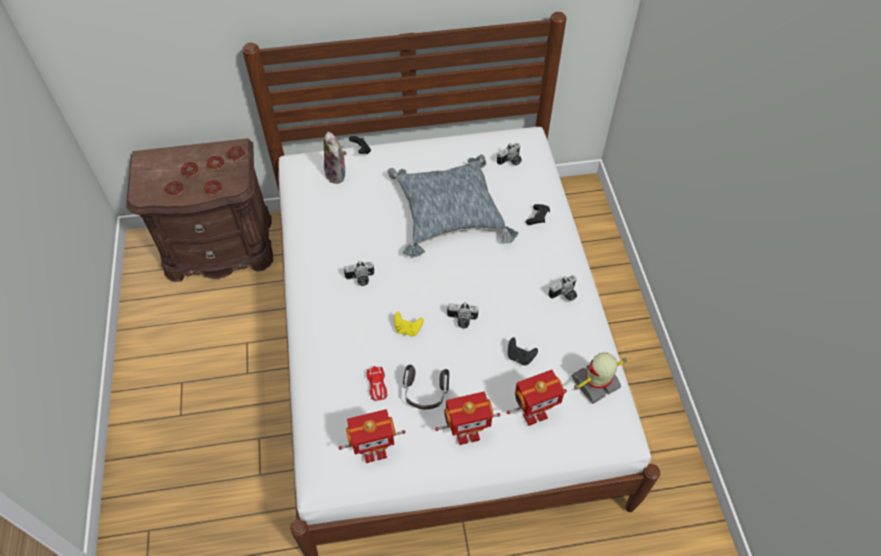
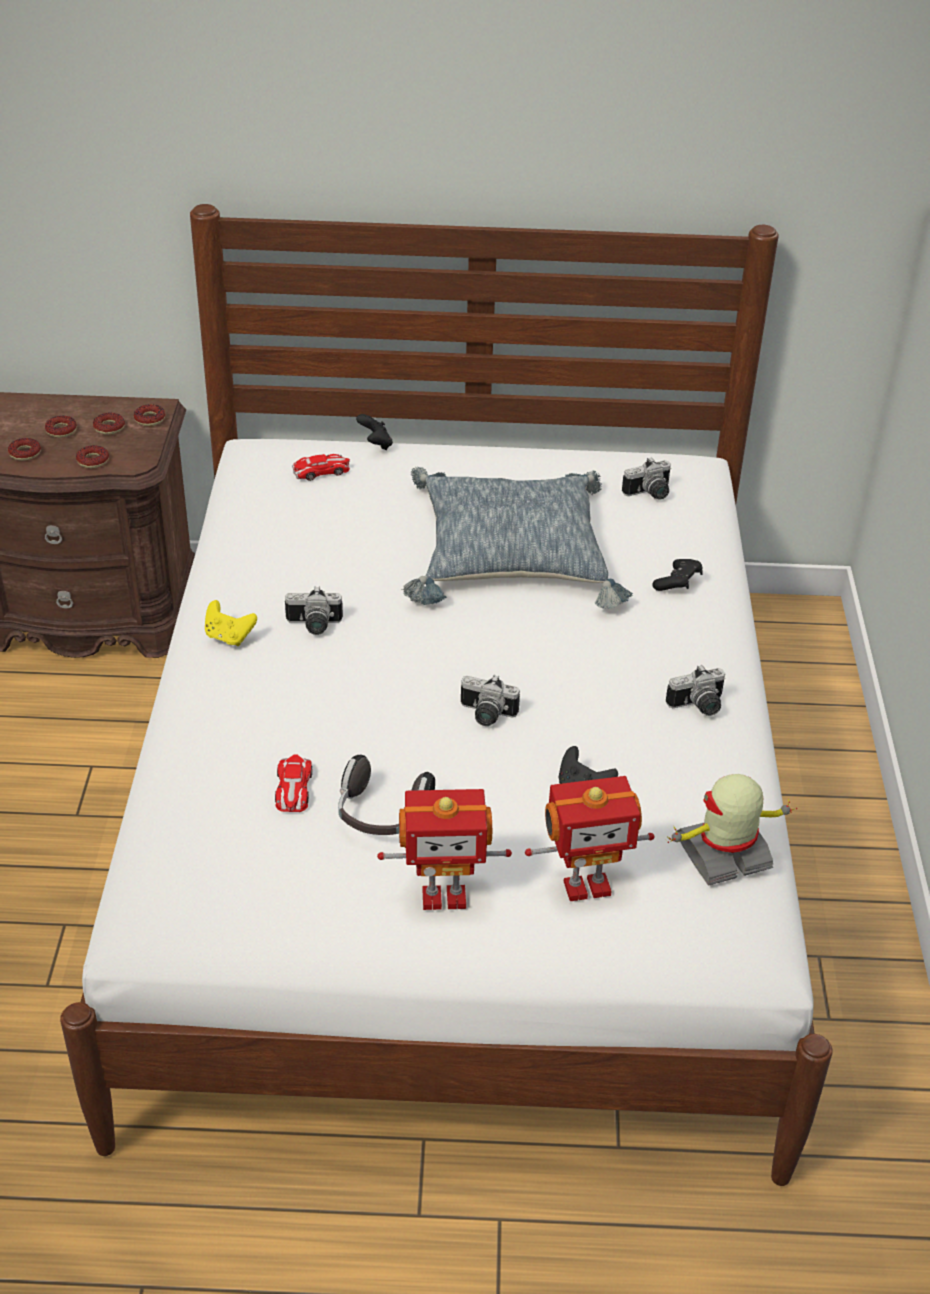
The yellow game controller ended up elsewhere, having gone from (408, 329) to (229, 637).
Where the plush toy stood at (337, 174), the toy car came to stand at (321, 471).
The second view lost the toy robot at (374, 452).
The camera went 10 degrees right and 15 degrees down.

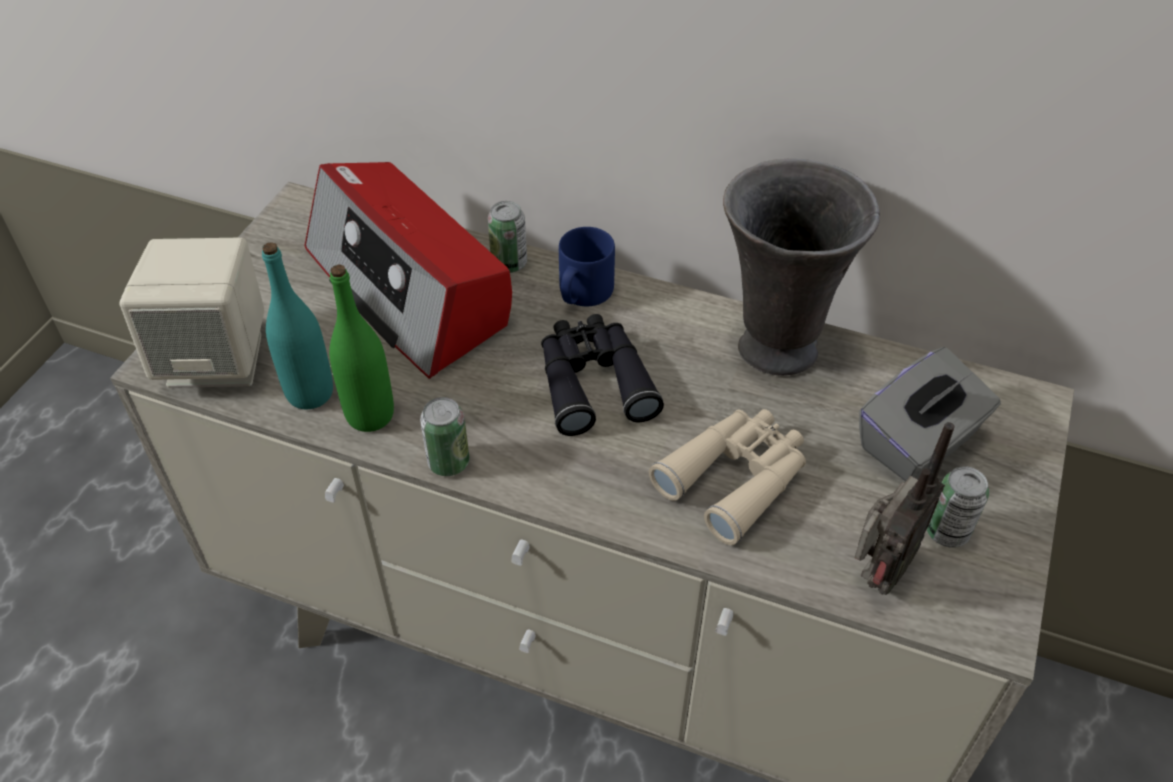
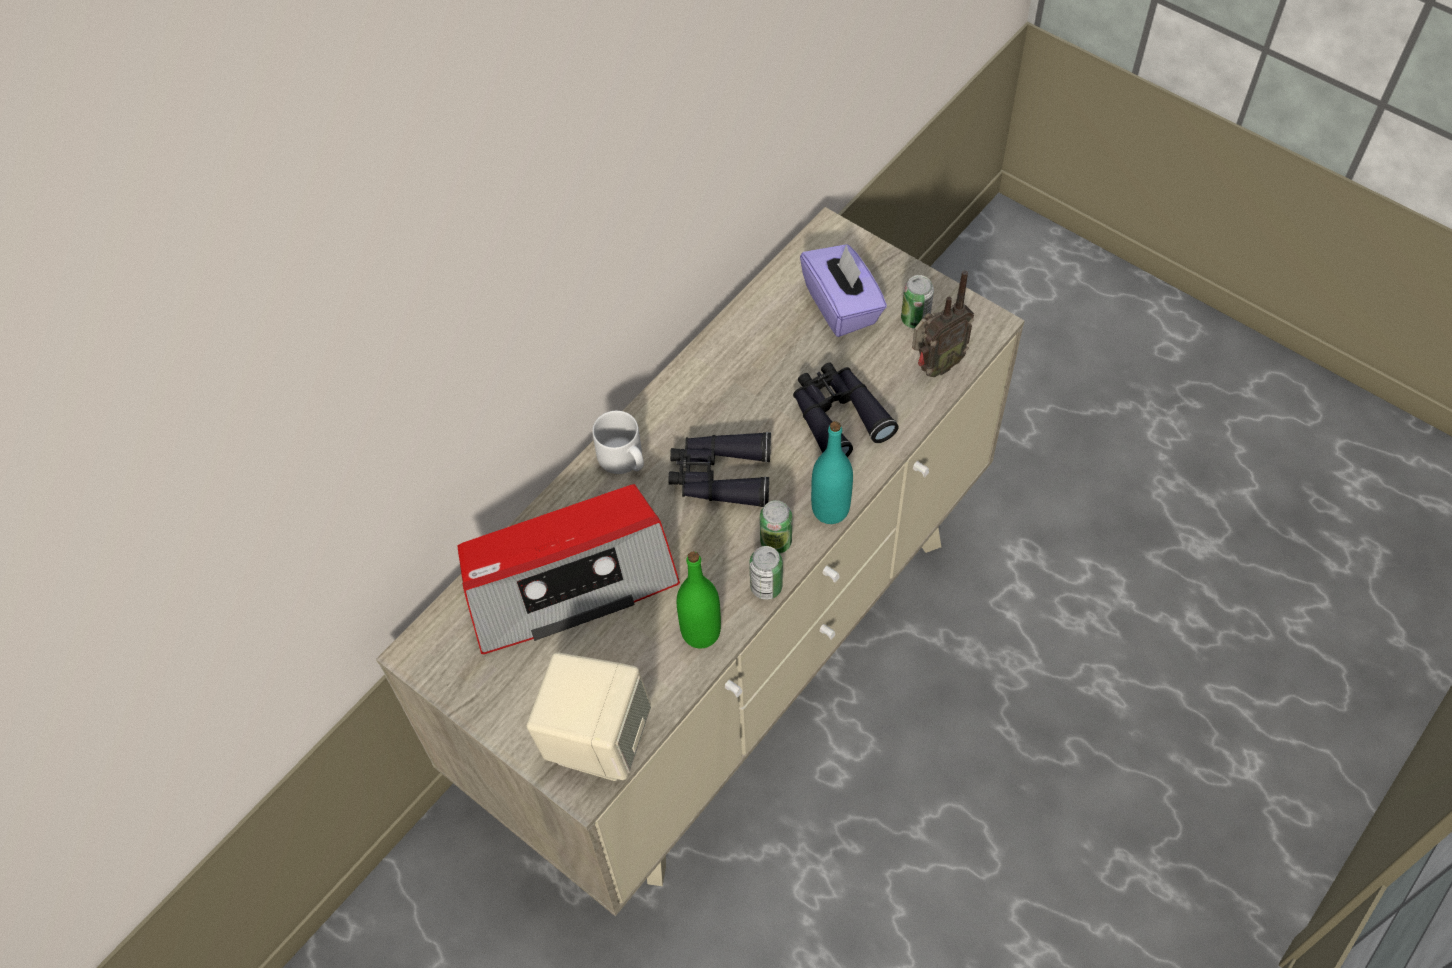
What was the blue mug at (582, 293) turned into the grey mug at (623, 460).
The can ended up elsewhere, having gone from (509, 263) to (776, 542).
What was the beige binoculars at (735, 478) turned into the black binoculars at (838, 416).
What was the grey tissue box at (919, 443) turned into the purple tissue box at (842, 306).
The turquoise bottle ended up elsewhere, having gone from (310, 393) to (830, 509).
The radio at (877, 574) ended up facing another way, 90 degrees clockwise from before.
The second view lost the grey vase at (774, 349).
The camera went 70 degrees left and 10 degrees up.

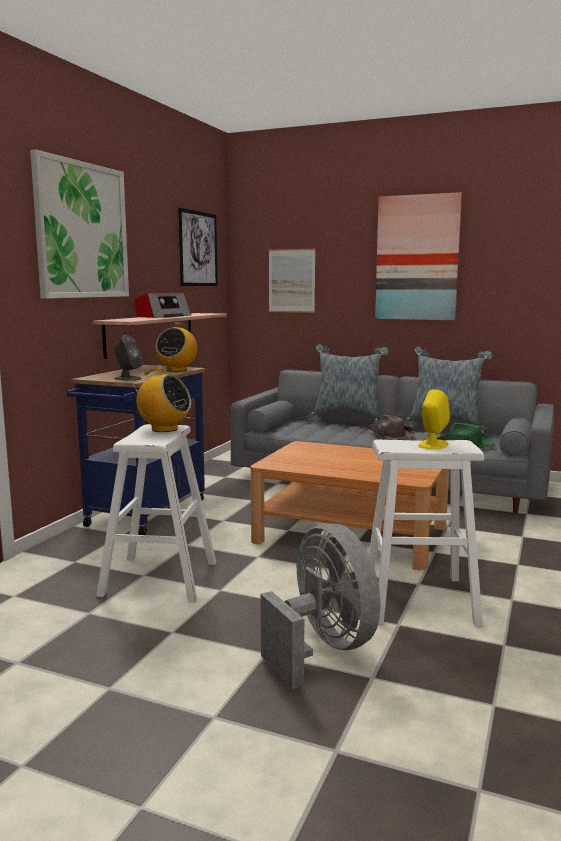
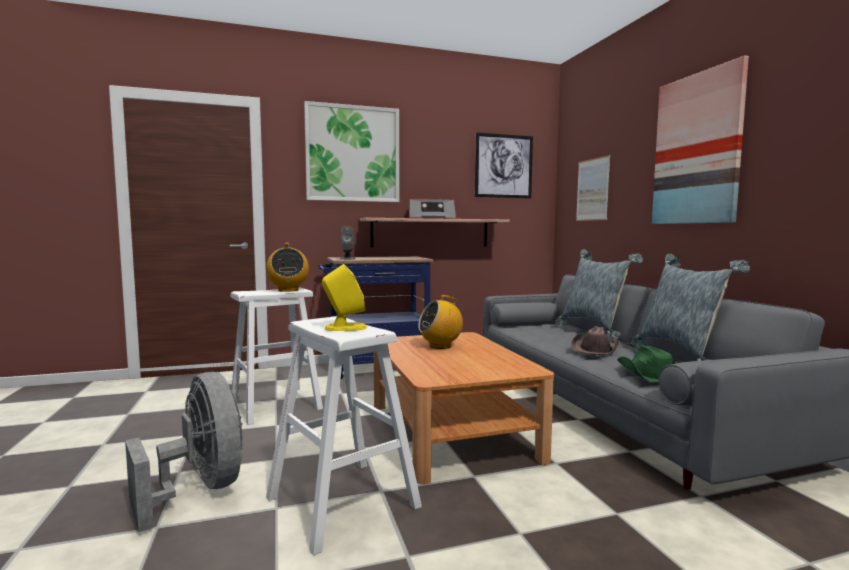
The grey fan at (323, 648) ended up facing another way, 60 degrees counterclockwise from before.
The radio ended up elsewhere, having gone from (177, 370) to (440, 346).
The camera went 50 degrees right and 5 degrees down.

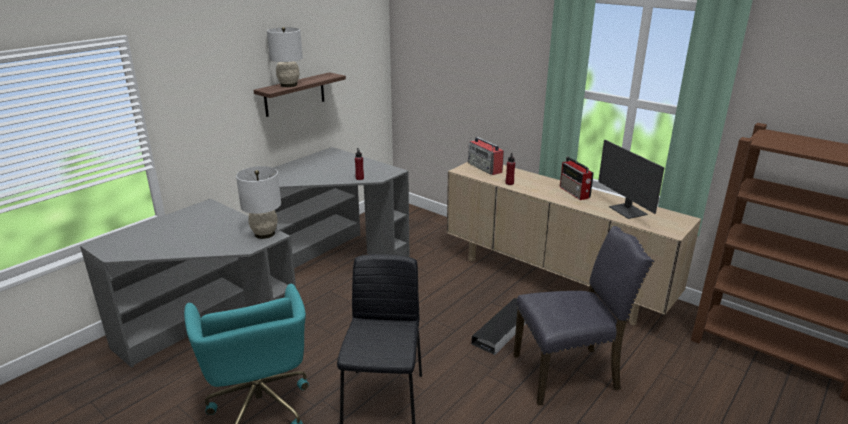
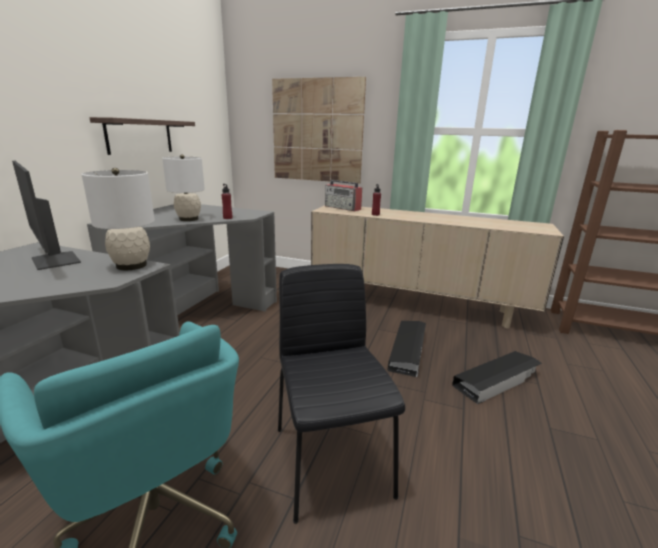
The monitor ended up elsewhere, having gone from (627, 211) to (54, 261).
The white table lamp ended up elsewhere, having gone from (288, 85) to (188, 219).
The second view gained the picture at (317, 131).
Where the grey chair stood at (569, 373), the black storage box came to stand at (497, 380).
The second view lost the radio at (575, 193).
The camera went 20 degrees left and 5 degrees down.

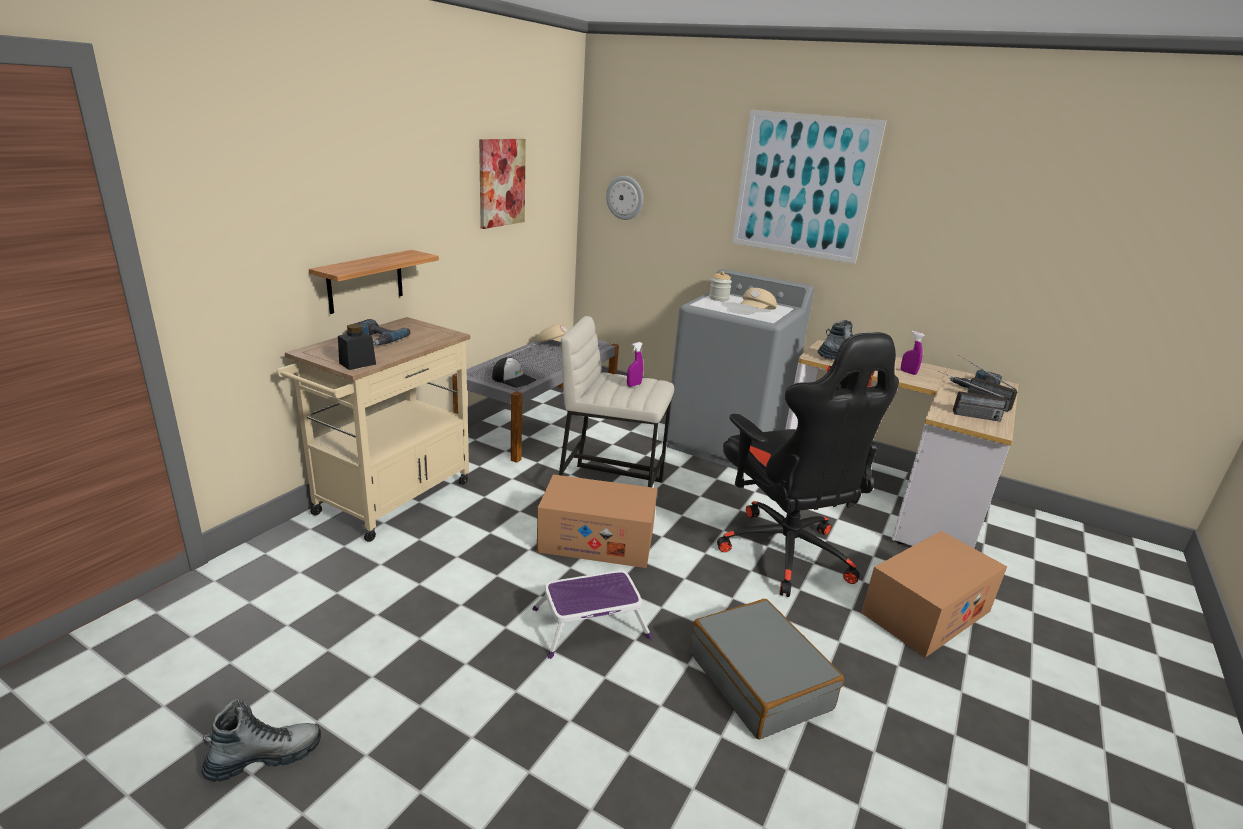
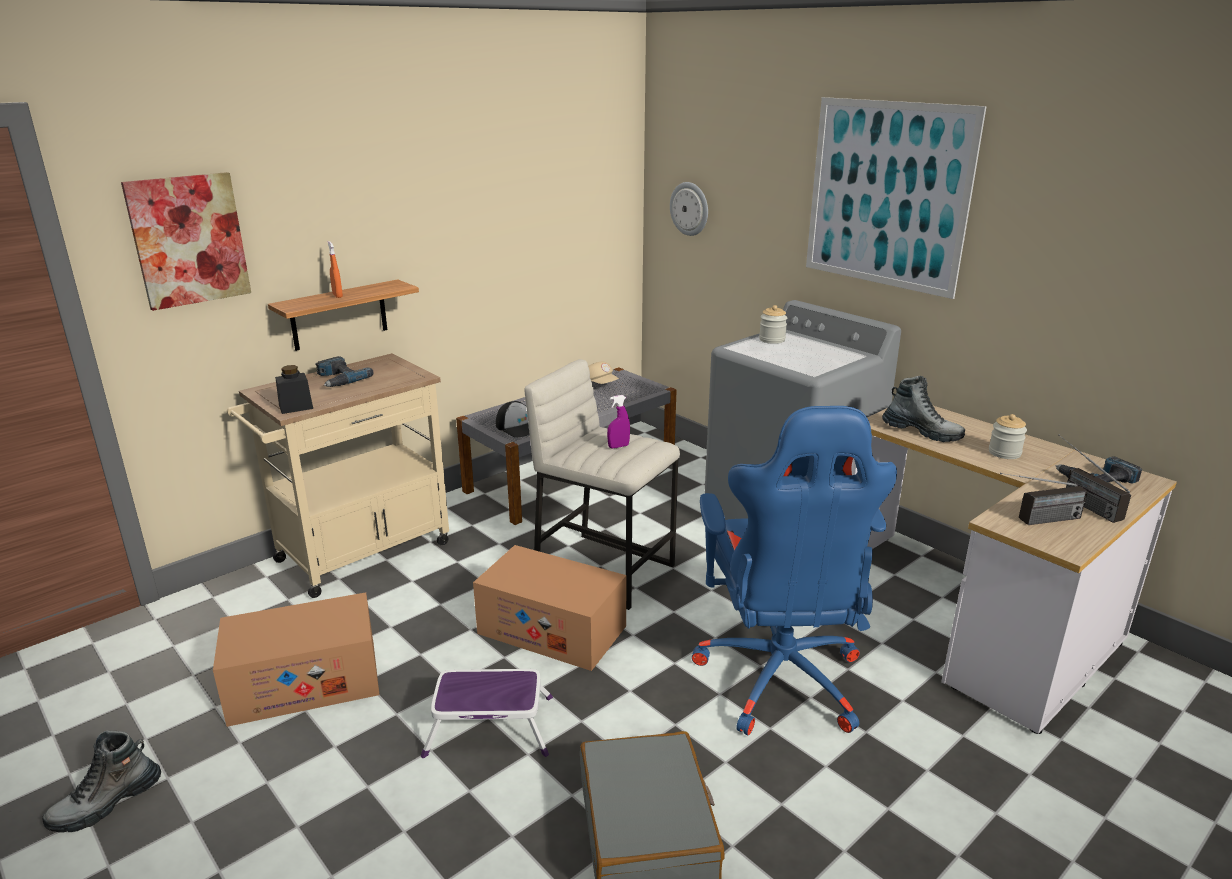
The boot at (265, 757) ended up facing another way, 150 degrees clockwise from before.
The picture ended up elsewhere, having gone from (501, 182) to (189, 240).
The cardboard box ended up elsewhere, having gone from (926, 612) to (304, 682).
The second view gained the orange spray bottle at (337, 295).
What was the black office chair at (779, 546) turned into the blue office chair at (777, 668).
Where the purple spray bottle stood at (908, 372), the jar came to stand at (1004, 453).
The radio at (963, 414) ended up facing another way, 45 degrees counterclockwise from before.
The second view lost the beige cap at (756, 312).
The camera went 20 degrees right and 0 degrees up.

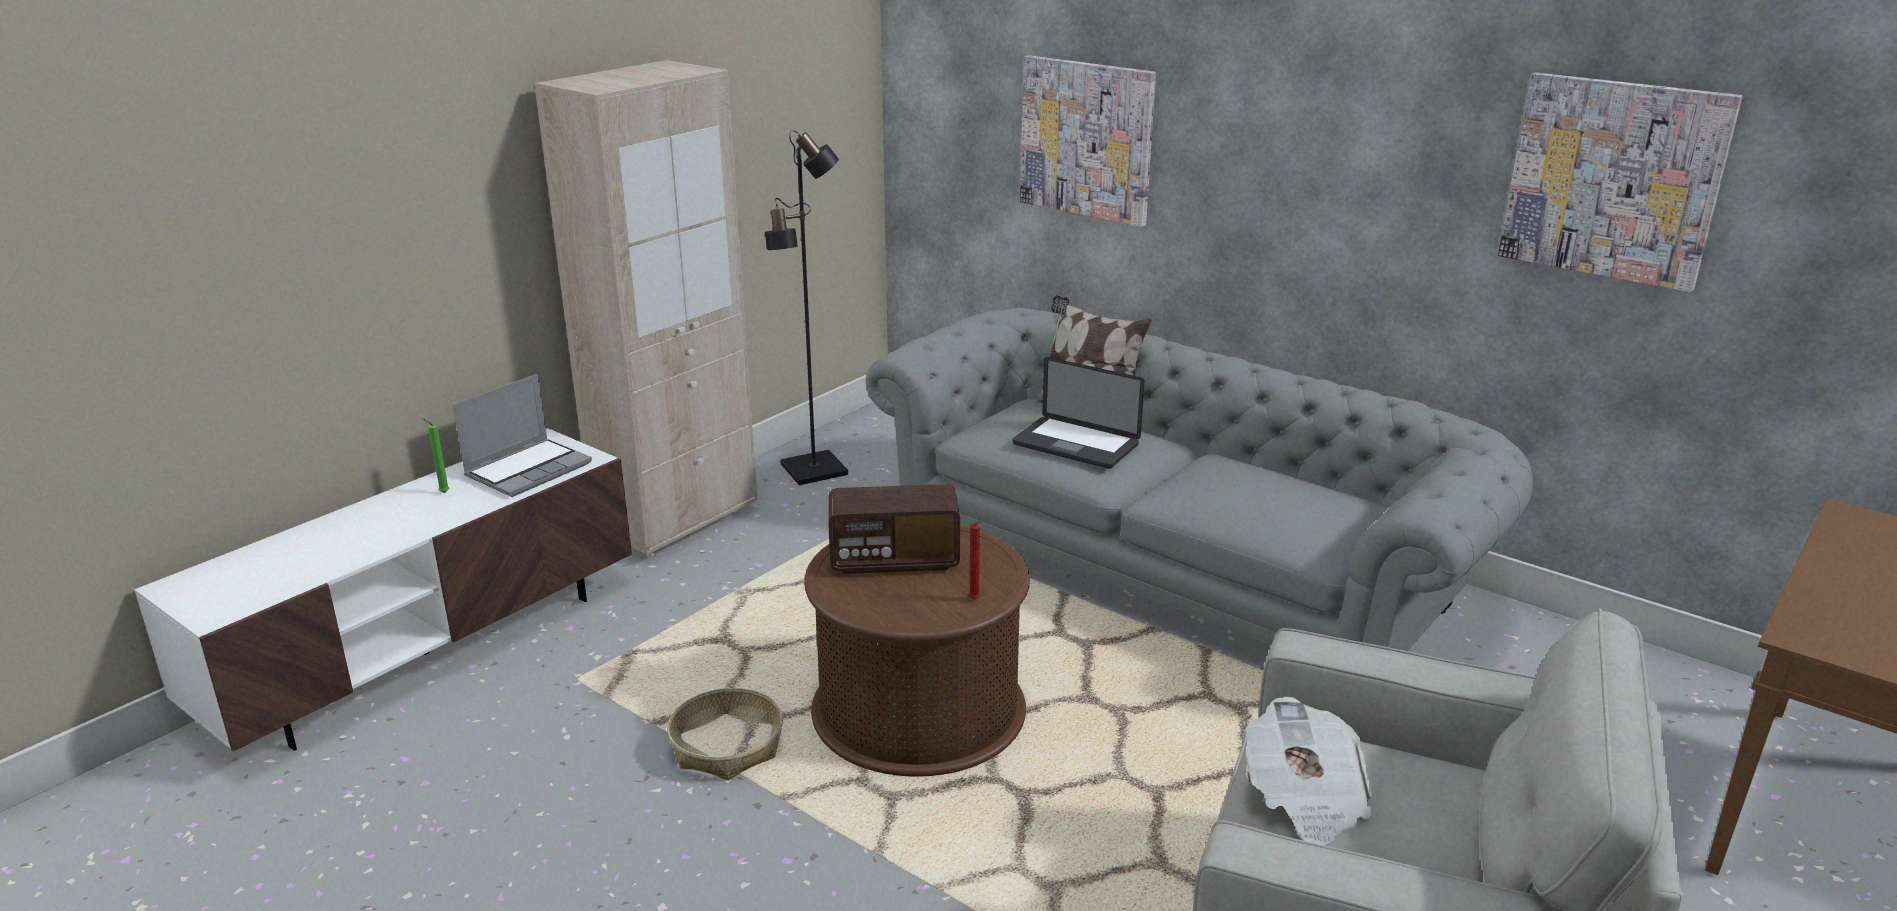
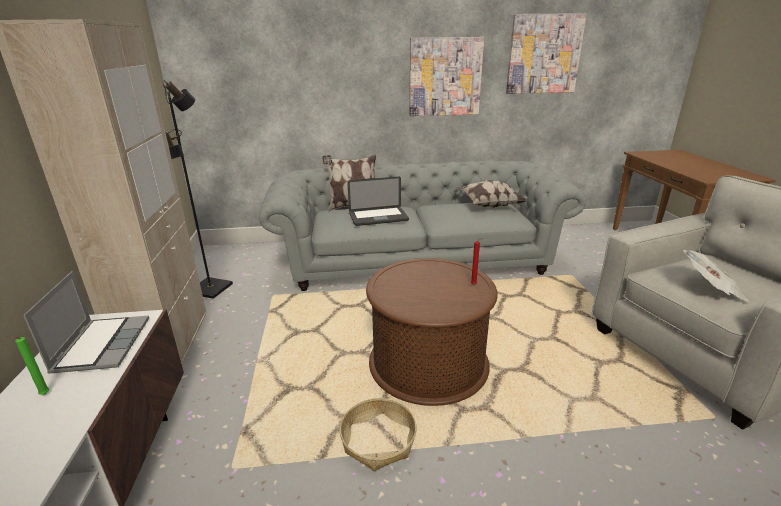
The picture ended up elsewhere, having gone from (1087, 139) to (445, 77).
The second view gained the pillow at (488, 205).
The second view lost the radio at (894, 559).
The camera went 45 degrees left and 0 degrees up.

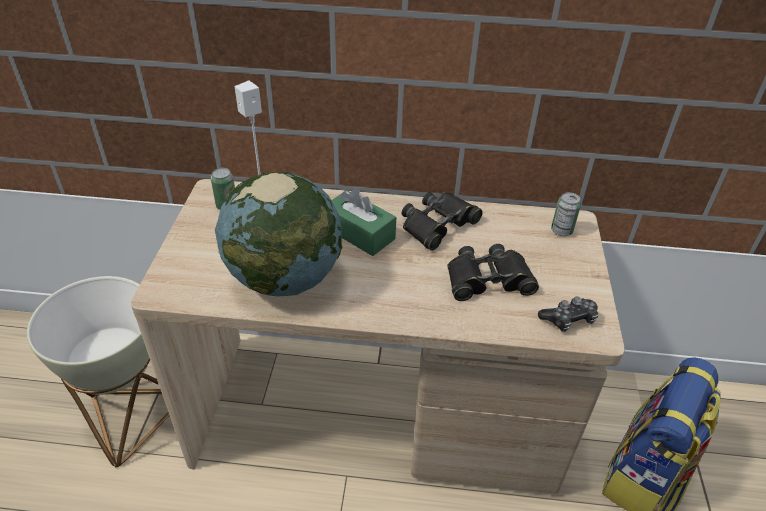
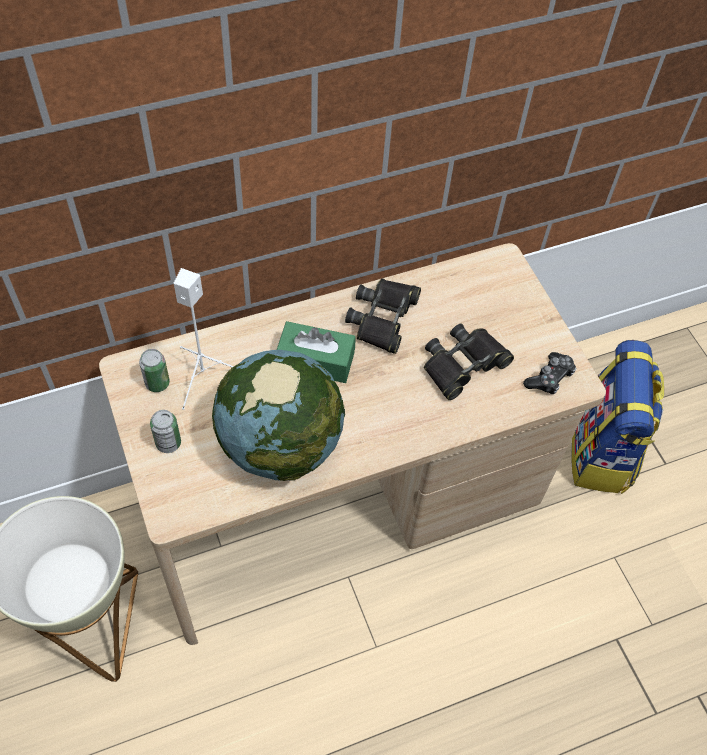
The can ended up elsewhere, having gone from (561, 231) to (168, 443).
The camera went 30 degrees left and 15 degrees up.

